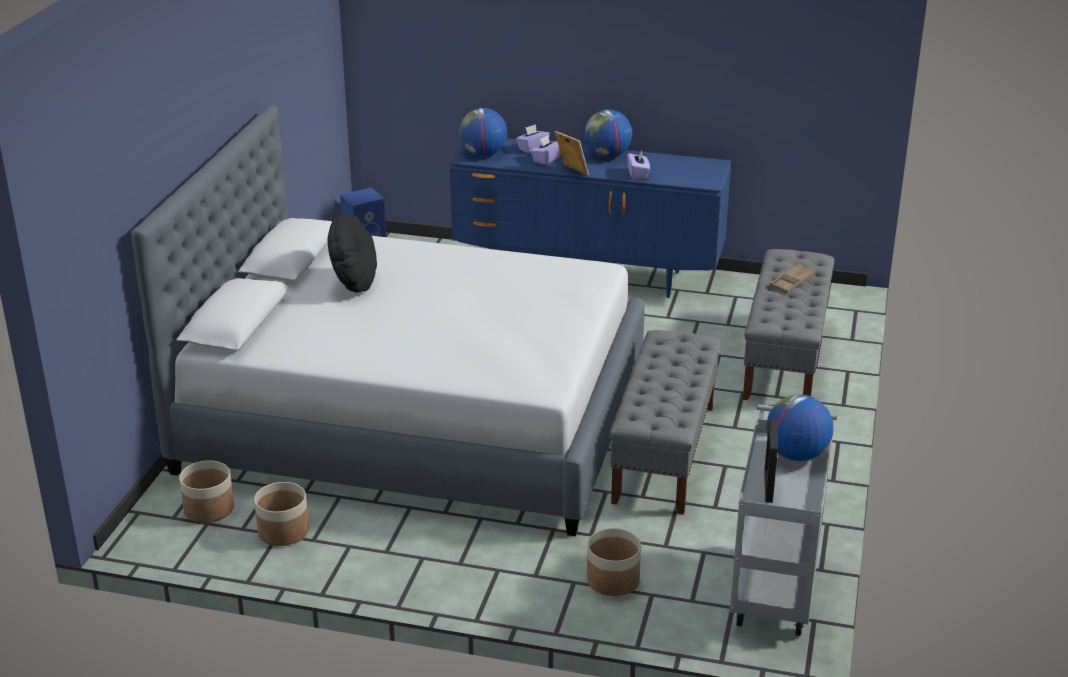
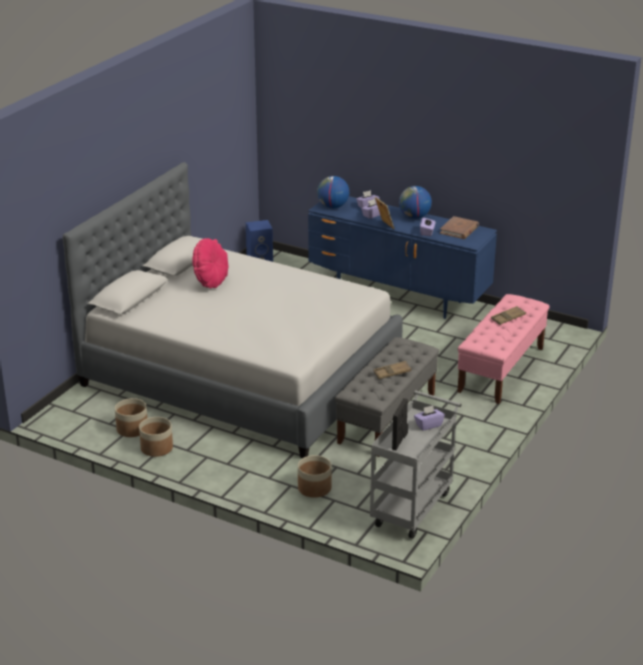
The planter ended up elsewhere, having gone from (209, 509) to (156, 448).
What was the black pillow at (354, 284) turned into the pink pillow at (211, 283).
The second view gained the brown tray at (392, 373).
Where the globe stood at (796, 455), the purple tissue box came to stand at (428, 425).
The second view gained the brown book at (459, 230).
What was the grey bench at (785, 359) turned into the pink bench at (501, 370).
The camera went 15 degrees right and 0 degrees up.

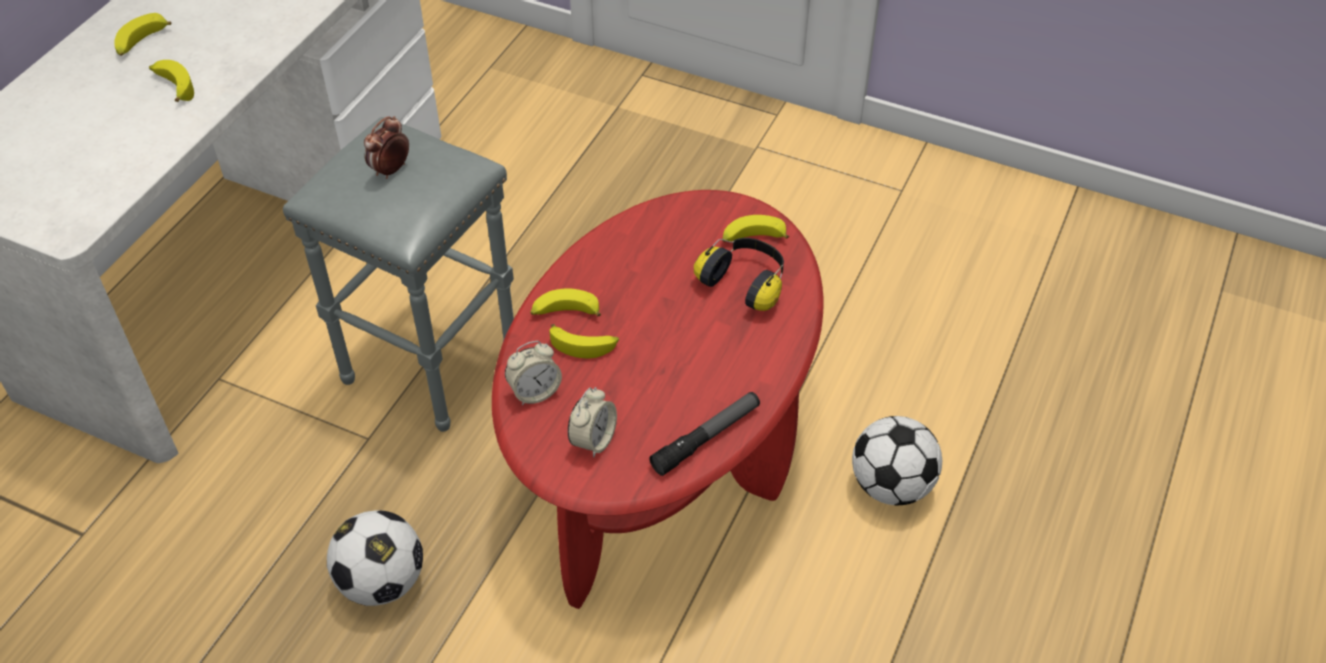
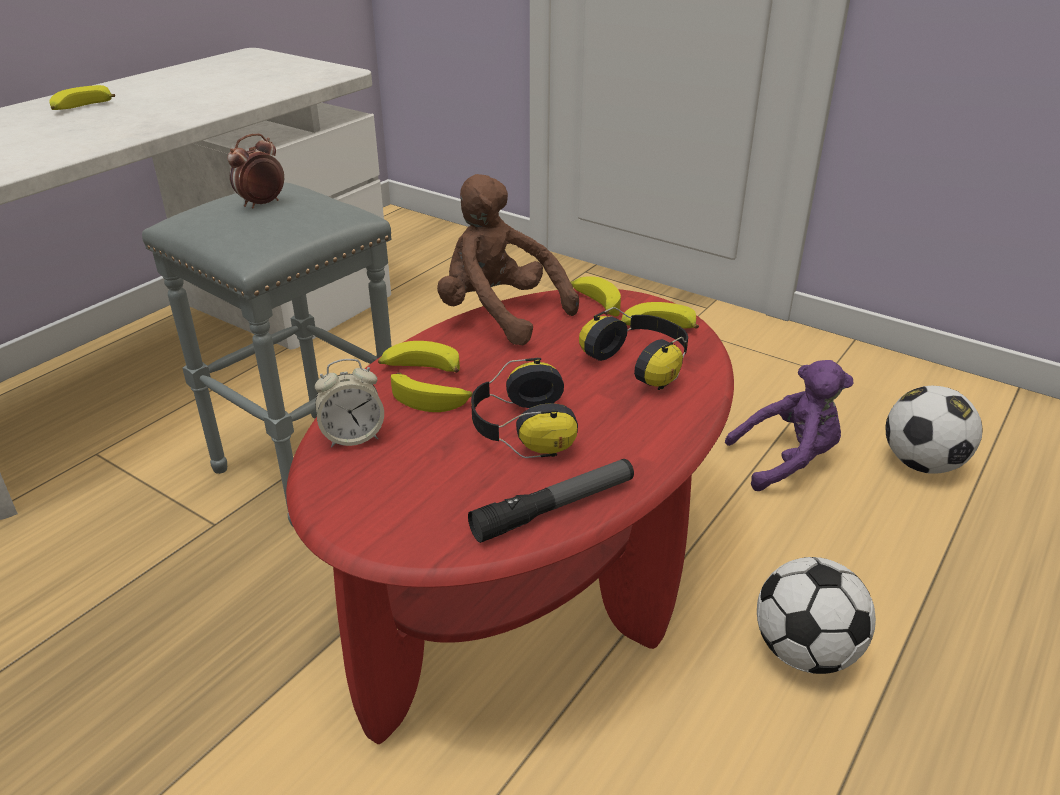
The second view gained the brown plush toy at (499, 314).
The second view gained the headphones at (521, 429).
The banana ended up elsewhere, having gone from (173, 86) to (594, 304).
The second view gained the purple plush toy at (787, 461).
The football ended up elsewhere, having gone from (382, 582) to (922, 463).
The second view lost the alarm clock at (593, 440).
The camera went 10 degrees right and 15 degrees down.

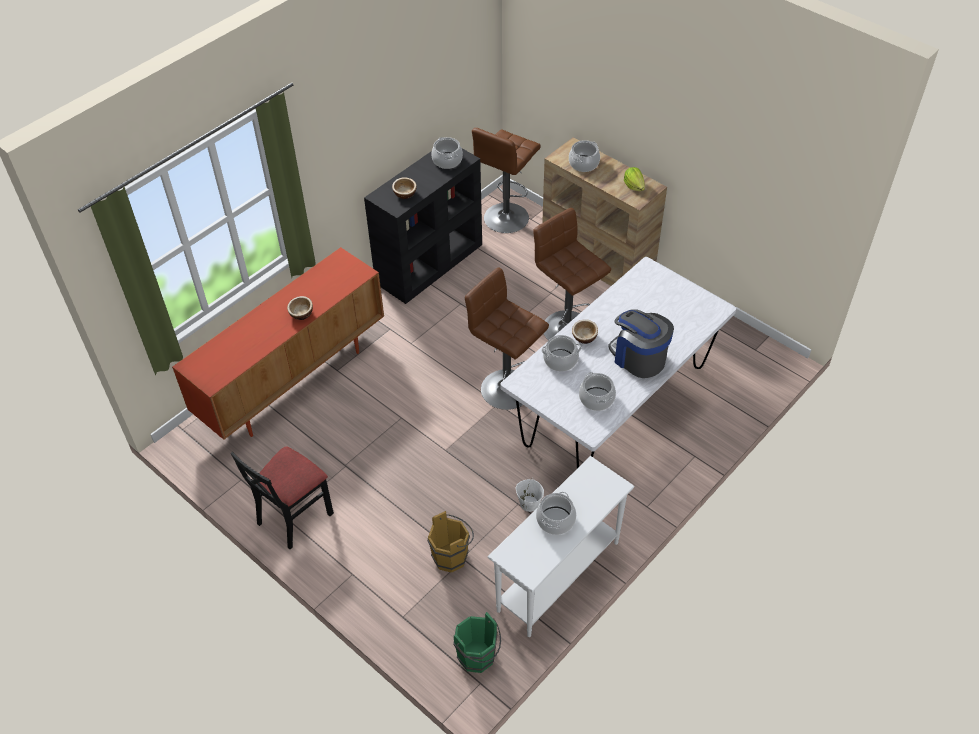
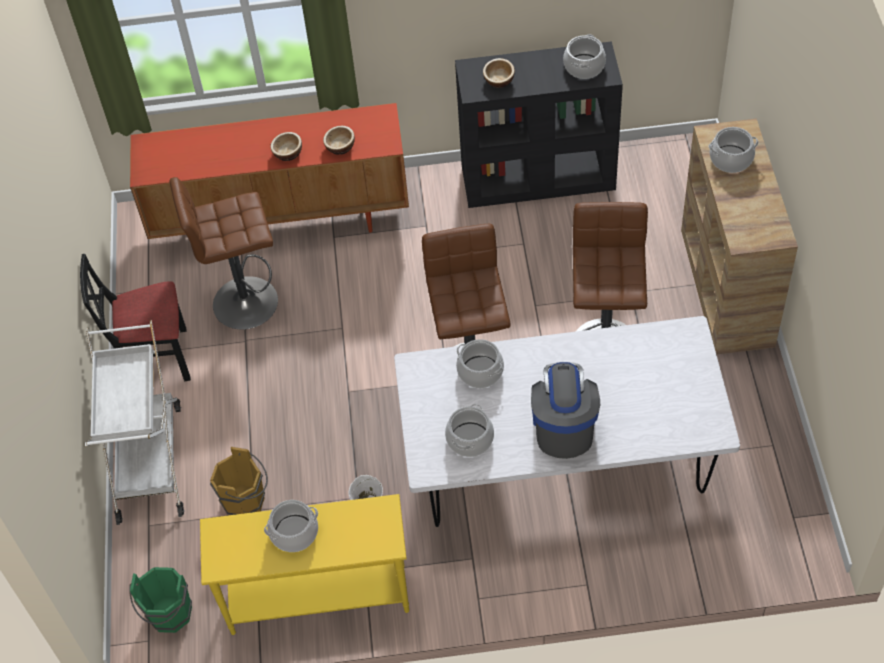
The second view gained the white cart at (151, 462).
The brown stool ended up elsewhere, having gone from (505, 218) to (244, 302).
What was the white console table at (559, 578) turned into the yellow console table at (317, 601).
The bowl ended up elsewhere, having gone from (584, 337) to (340, 147).
The second view lost the lettuce at (634, 186).
The camera went 45 degrees right and 5 degrees up.

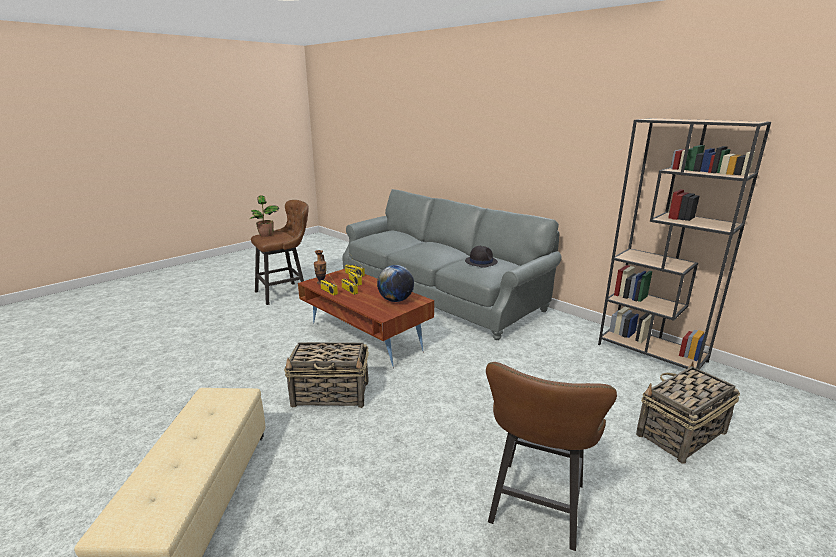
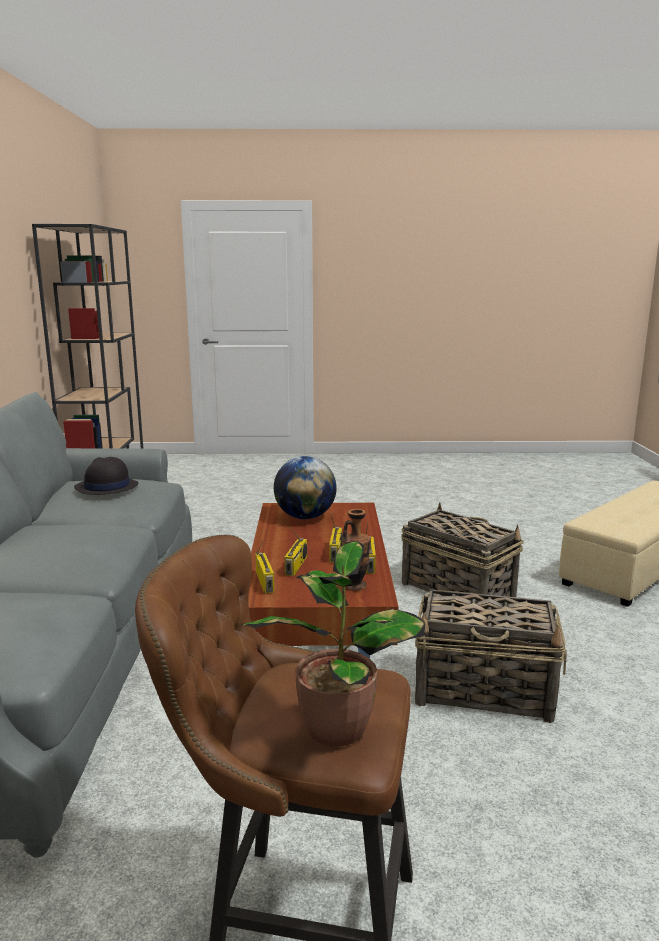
The basket ended up elsewhere, having gone from (680, 434) to (485, 691).
The second view lost the brown stool at (534, 513).
The camera went 135 degrees left and 5 degrees down.

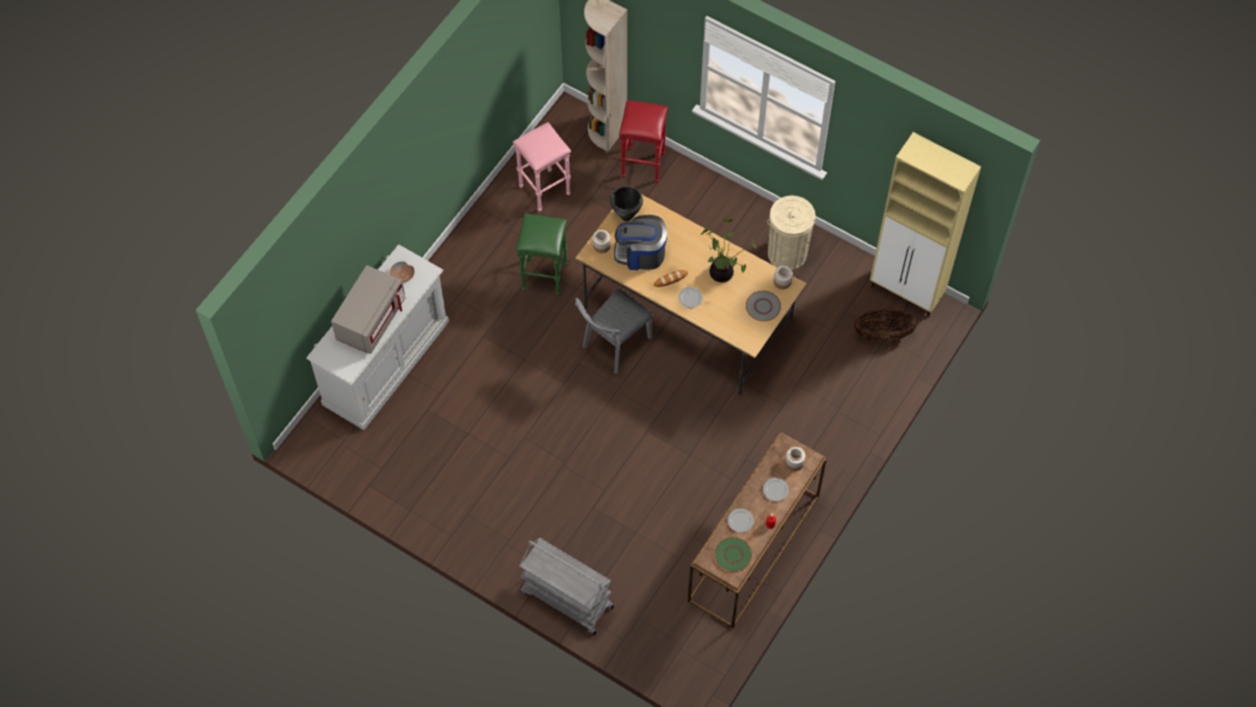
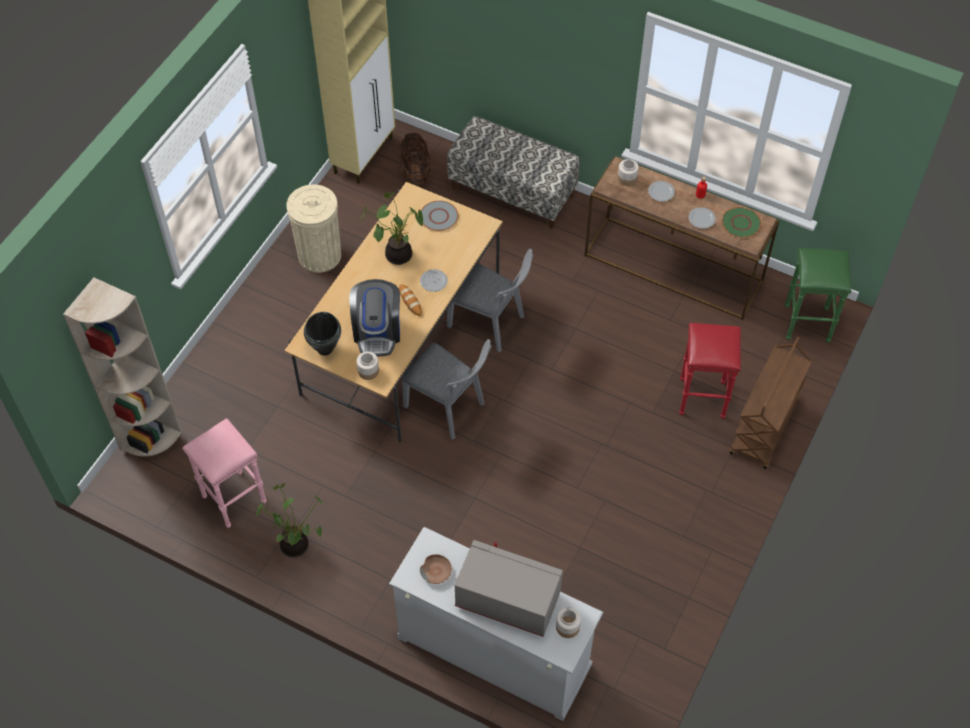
The second view gained the potted plant at (296, 543).
The second view gained the bench at (513, 191).
The second view gained the grey chair at (490, 324).
The jar ended up elsewhere, having gone from (782, 281) to (567, 627).
The red stool ended up elsewhere, having gone from (644, 164) to (701, 396).
What was the grey cart at (566, 599) turned into the brown cart at (764, 428).
The green stool ended up elsewhere, having gone from (543, 275) to (806, 324).
The camera went 95 degrees left and 5 degrees down.

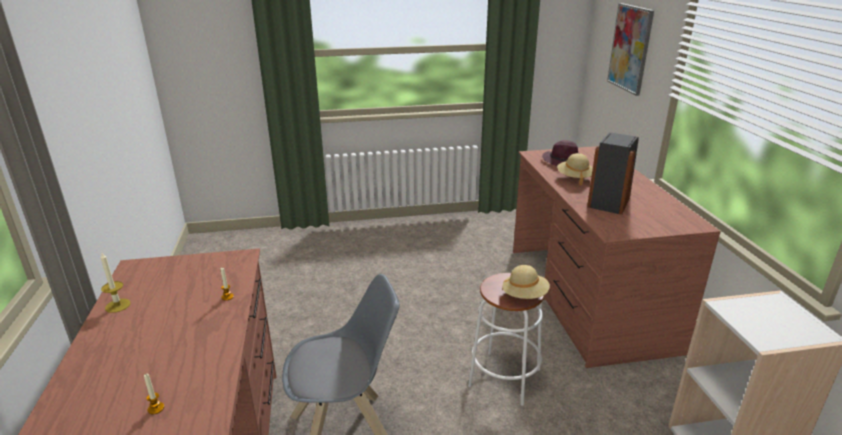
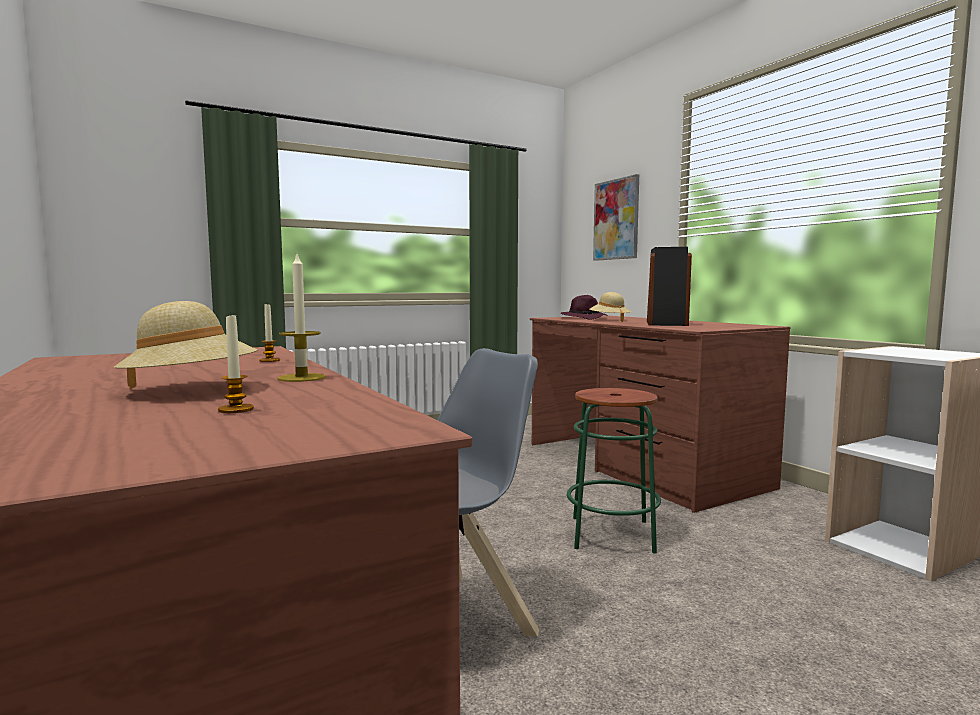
The beige hat ended up elsewhere, having gone from (525, 295) to (191, 390).
The candle ended up elsewhere, having gone from (117, 305) to (301, 378).
What was the white stool at (504, 377) turned into the green stool at (612, 534).
The camera went 20 degrees left and 20 degrees down.

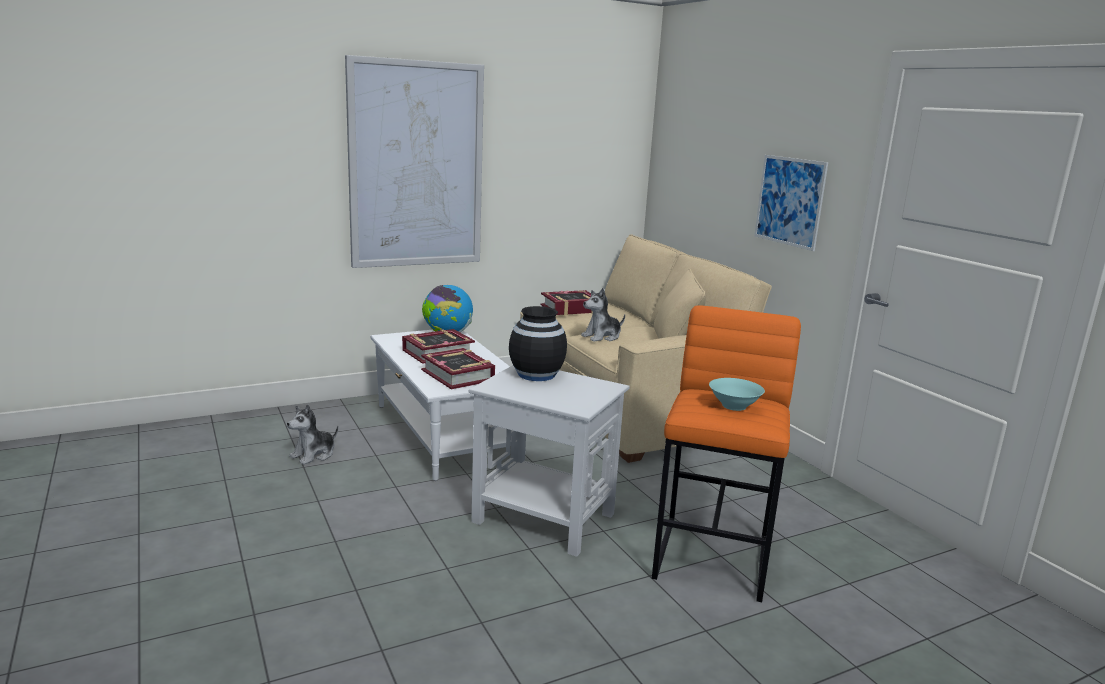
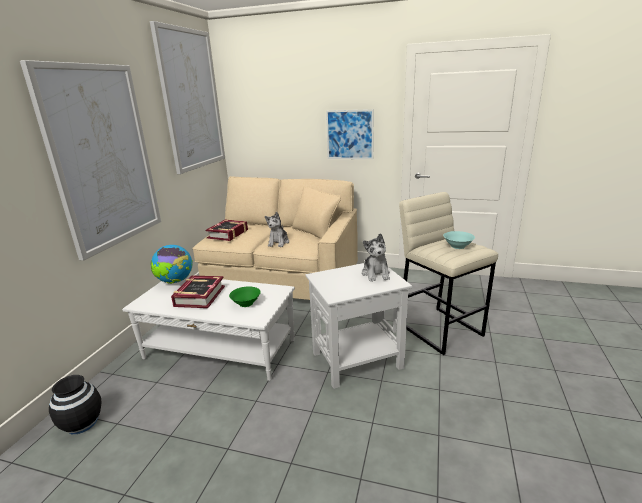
The black vase ended up elsewhere, having gone from (536, 374) to (82, 423).
The second view gained the picture at (191, 100).
Where the book stood at (458, 375), the green bowl came to stand at (246, 303).
The plush toy ended up elsewhere, having gone from (314, 455) to (376, 274).
What was the orange stool at (712, 555) turned into the beige stool at (438, 328).
The camera went 45 degrees left and 5 degrees up.

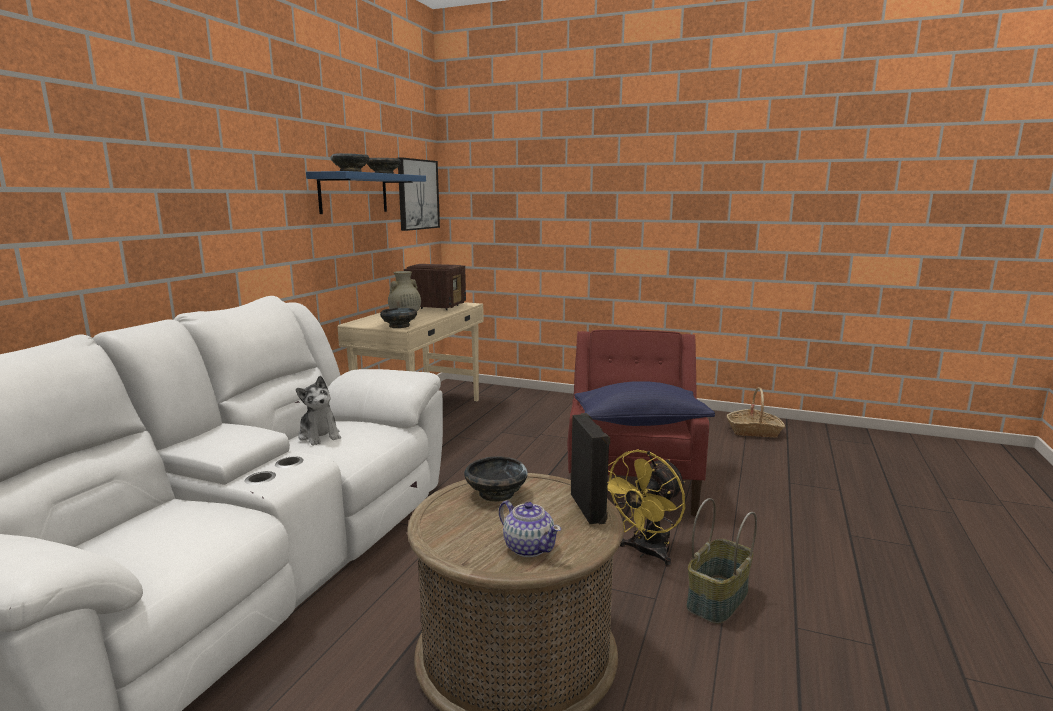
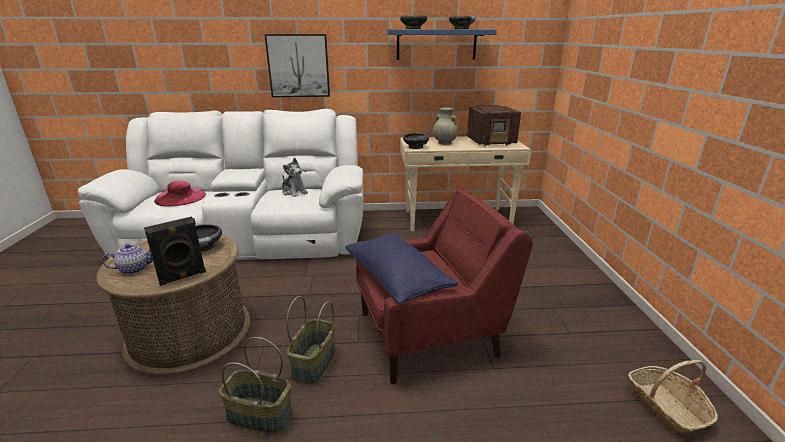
The teapot at (528, 547) ended up facing another way, 135 degrees counterclockwise from before.
The second view gained the pink hat at (180, 197).
The picture ended up elsewhere, having gone from (417, 194) to (298, 66).
The plush toy at (320, 436) ended up facing another way, 75 degrees counterclockwise from before.
Where the yellow fan stood at (646, 553), the basket came to stand at (315, 363).
The camera went 65 degrees right and 10 degrees up.

